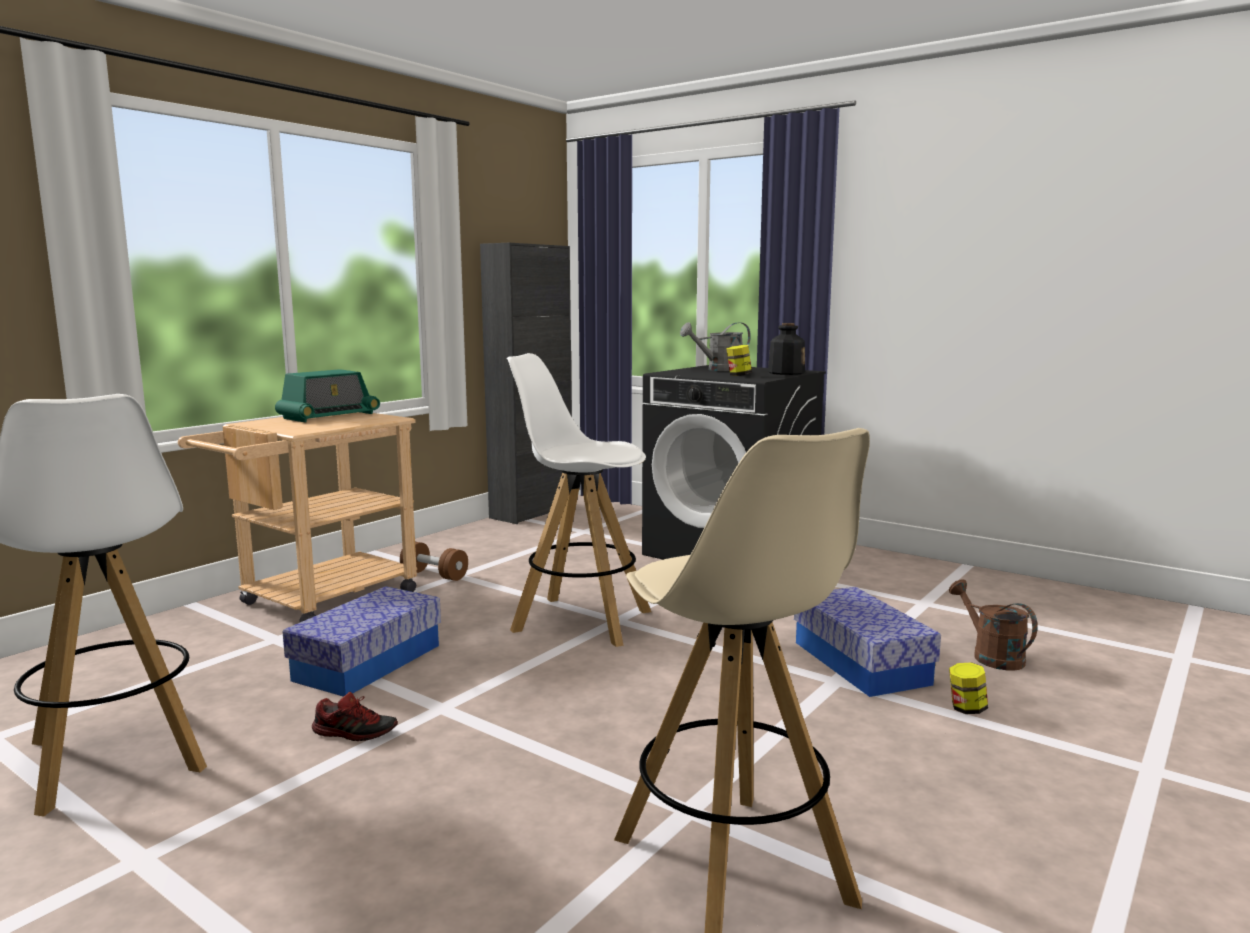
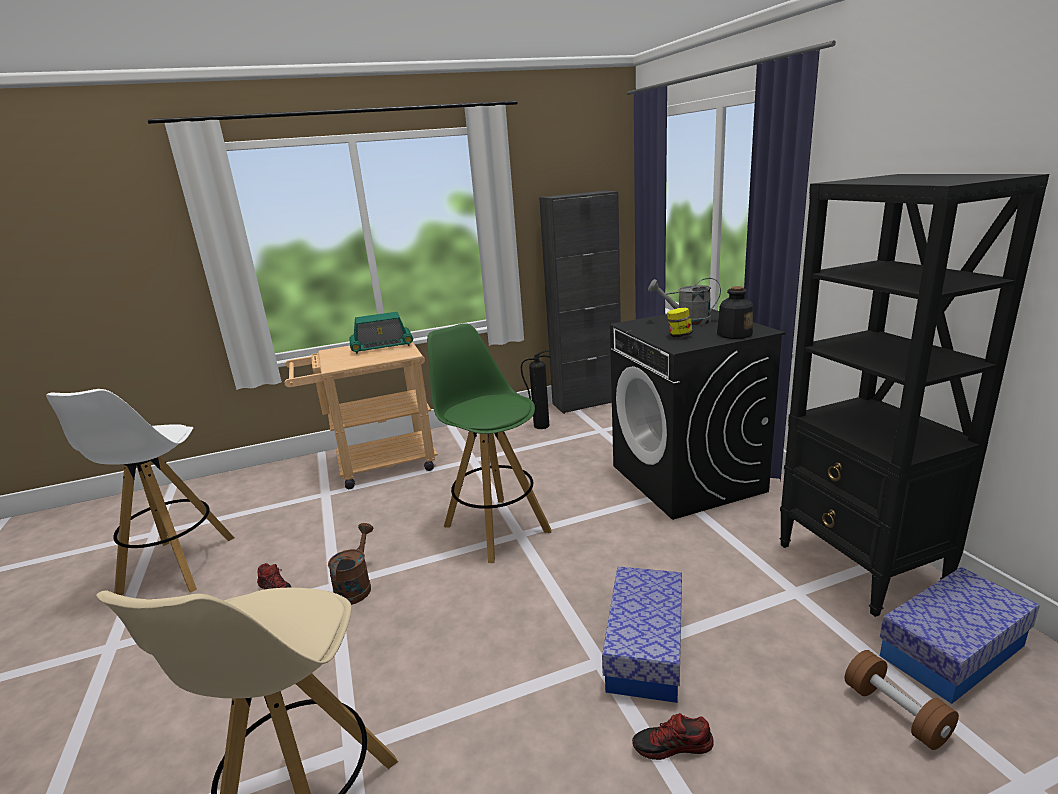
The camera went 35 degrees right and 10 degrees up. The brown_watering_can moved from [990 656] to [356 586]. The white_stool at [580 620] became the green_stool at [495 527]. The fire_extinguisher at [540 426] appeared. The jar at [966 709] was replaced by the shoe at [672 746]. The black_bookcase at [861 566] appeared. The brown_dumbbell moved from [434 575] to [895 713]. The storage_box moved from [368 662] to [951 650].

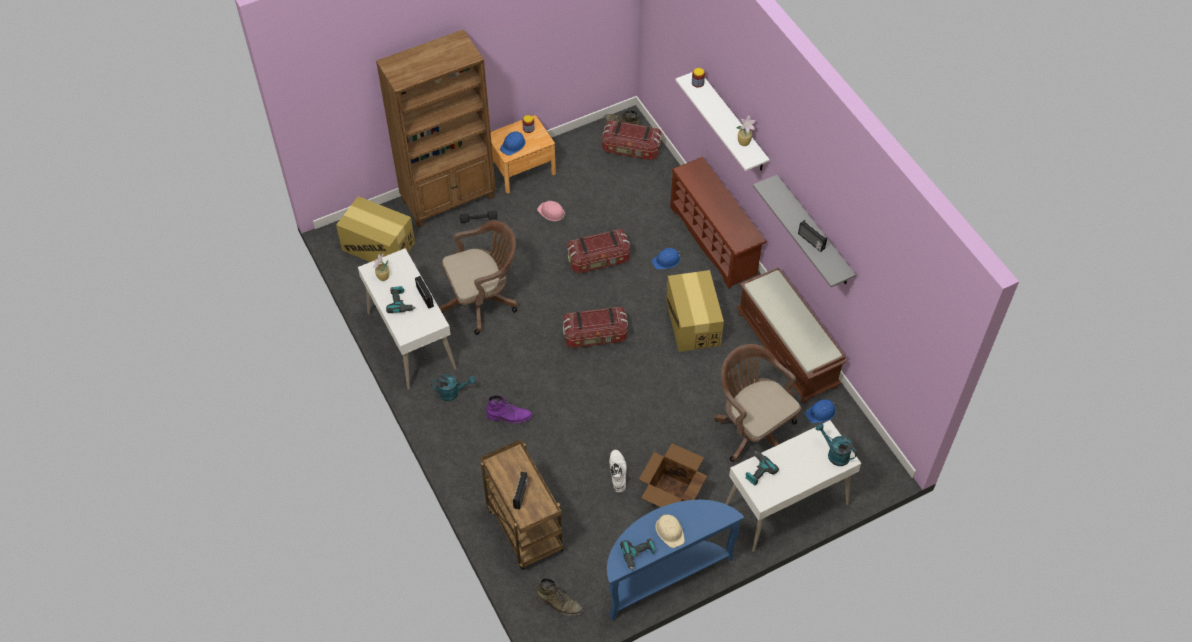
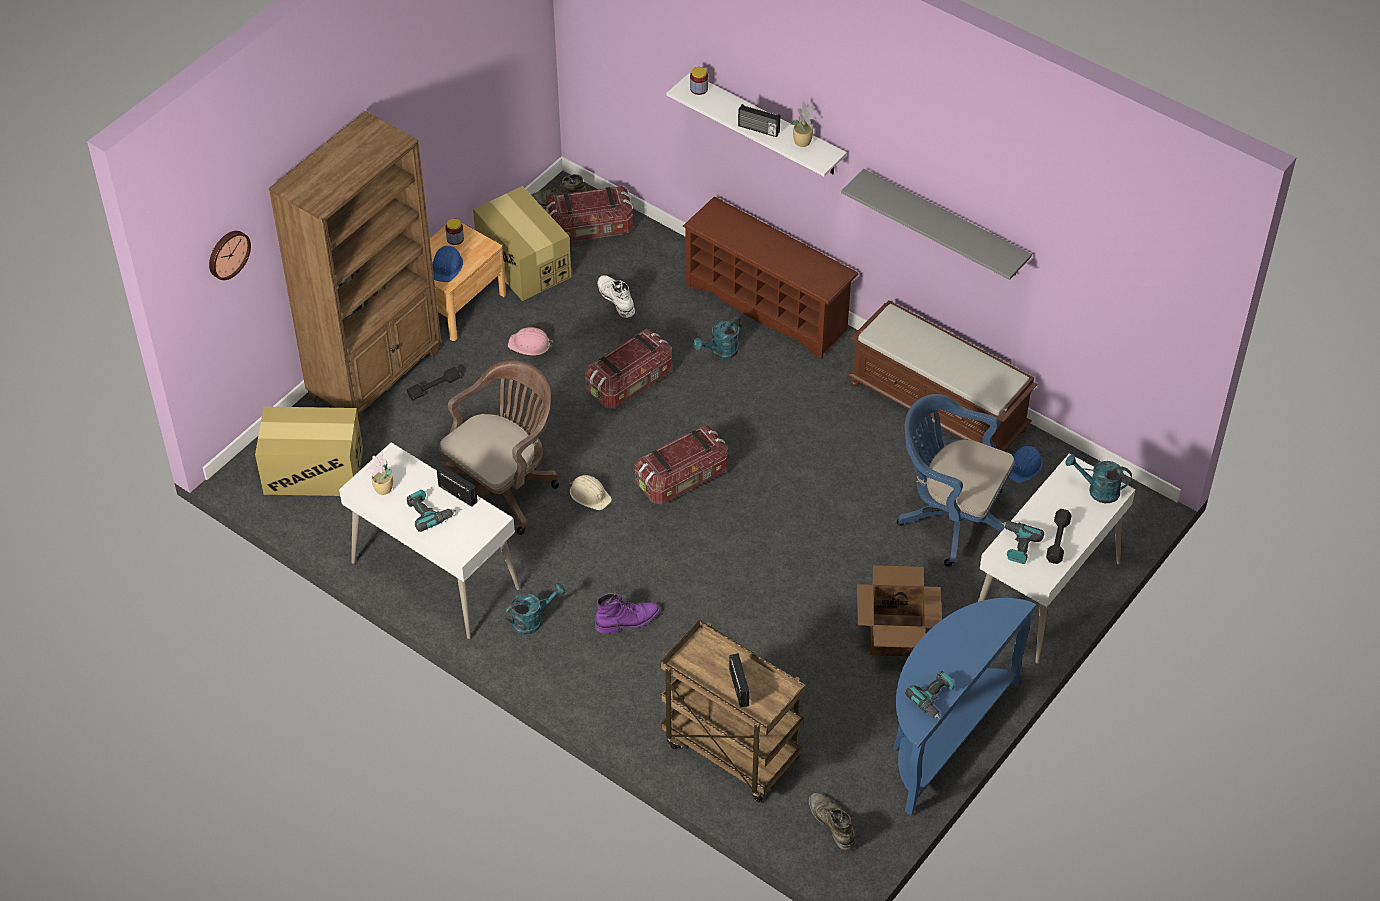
The camera went 25 degrees left and 5 degrees down. The wall_clock at [227 254] appeared. The cardboard_box moved from [693 322] to [523 263]. The beige_hard_hat moved from [670 531] to [589 495]. The white_boot moved from [617 472] to [616 299]. The blue_hard_hat at [666 260] was replaced by the turquoise_watering_can at [720 352]. The radio moved from [811 241] to [758 129]. The green_boot at [559 603] turned 120 degrees counterclockwise. The brown_office_chair at [752 429] became the blue_office_chair at [951 518]. The black_dumbbell at [1058 540] appeared.

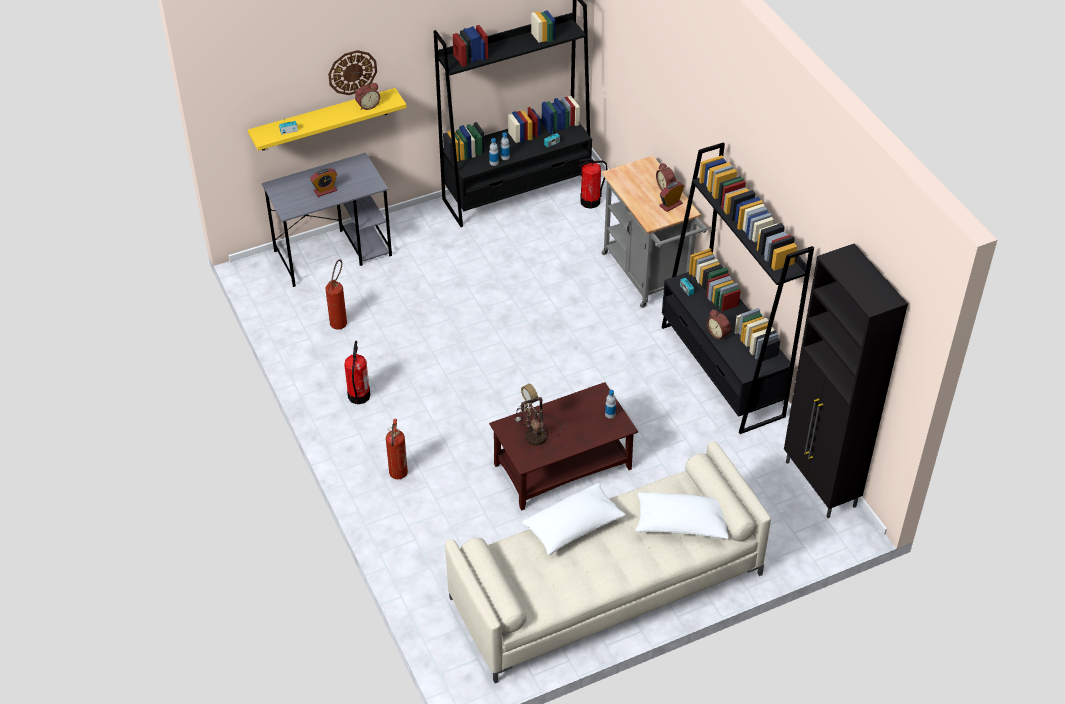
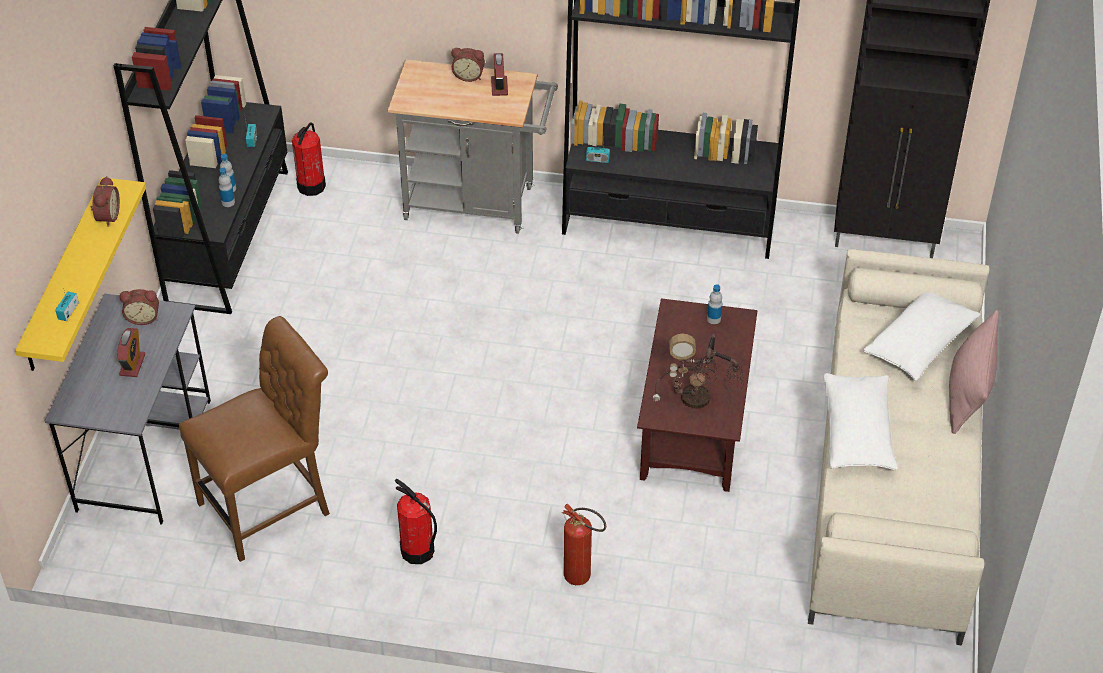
The camera went 55 degrees left and 0 degrees up. The alarm_clock moved from [719 333] to [143 317]. The fire_extinguisher at [340 320] was replaced by the brown_chair at [271 506]. The pink_pillow at [968 391] appeared. The wall_clock at [352 72] disappeared.

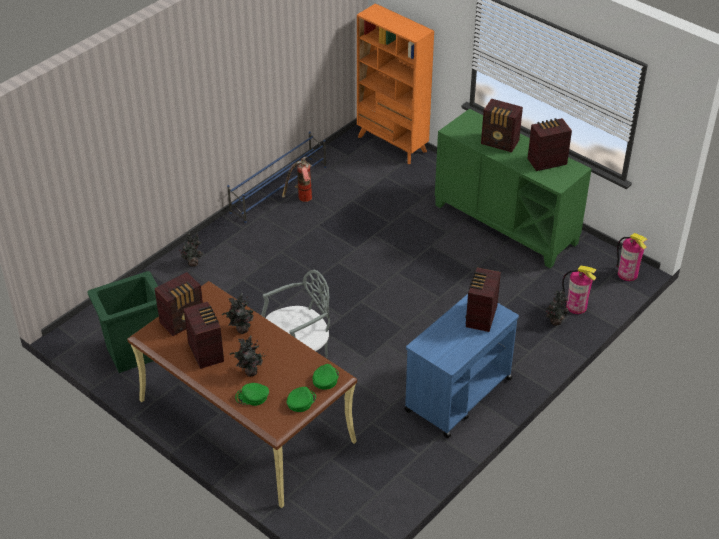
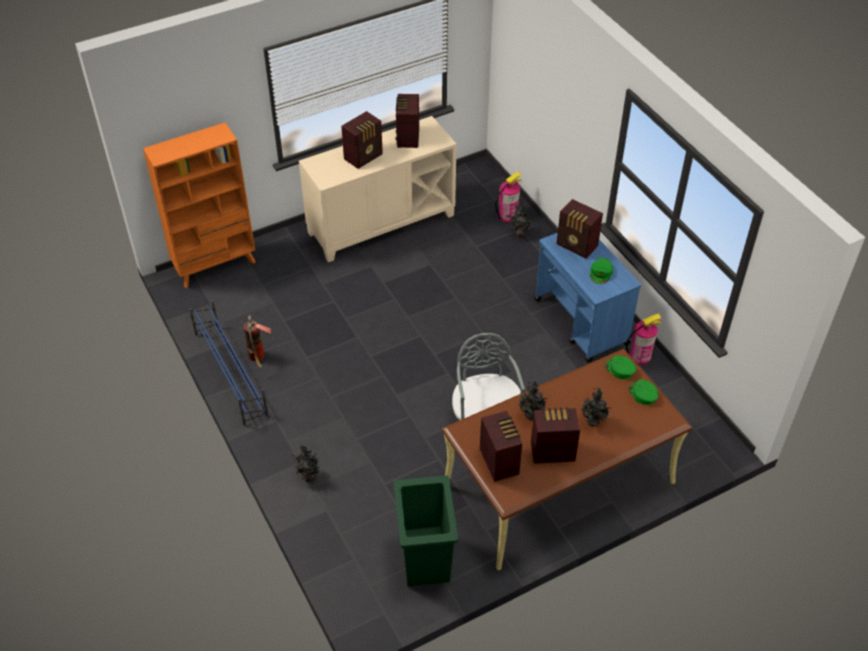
The camera went 70 degrees left and 5 degrees up. The green_cabinet at [506 224] became the beige_cabinet at [381 223]. The green_cap moved from [252 396] to [601 273]. The fire_extinguisher moved from [627 274] to [640 356].

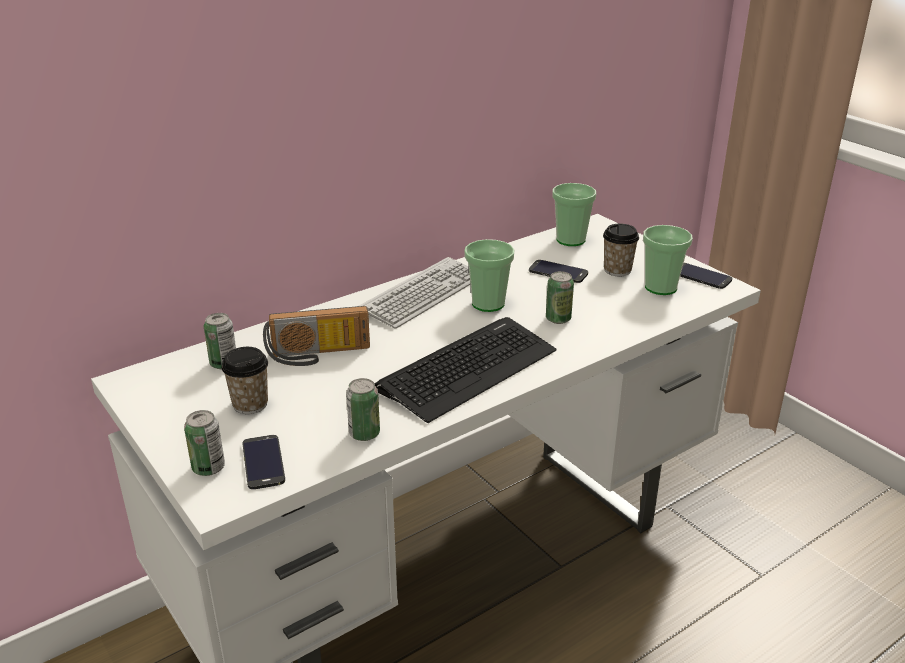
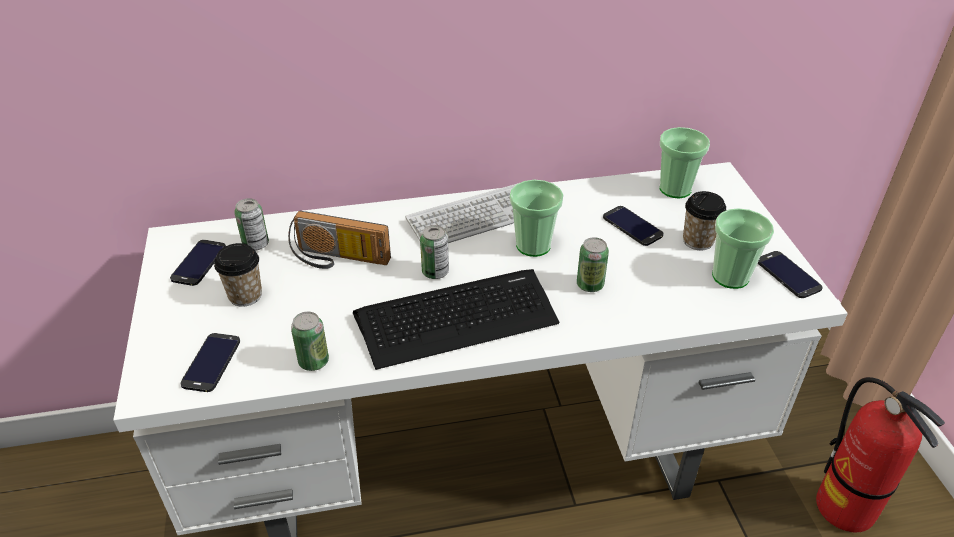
The camera went 25 degrees right and 10 degrees up. The phone at [198 263] appeared. The can moved from [208 468] to [435 272]. The fire_extinguisher at [845 508] appeared.

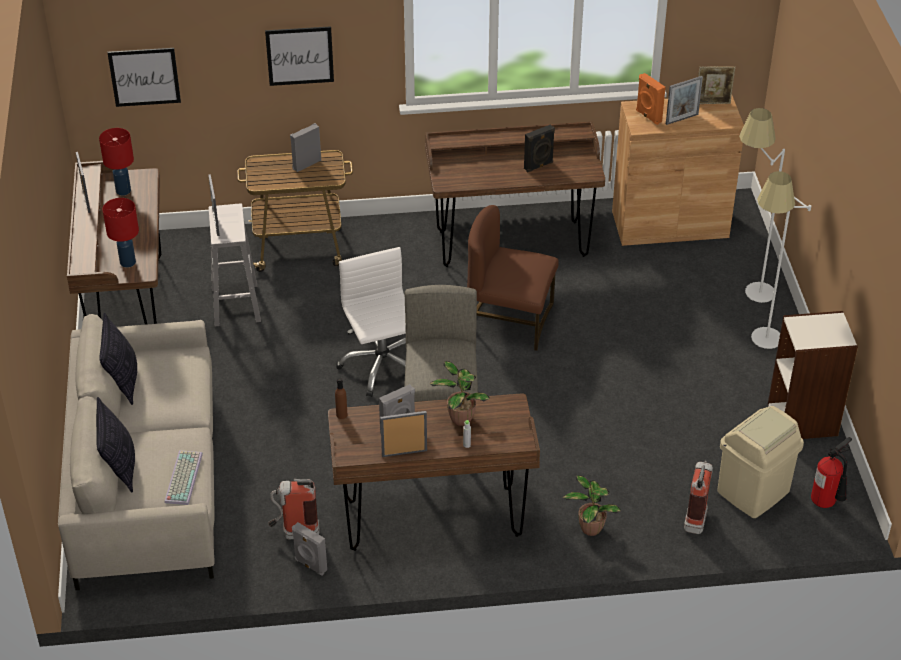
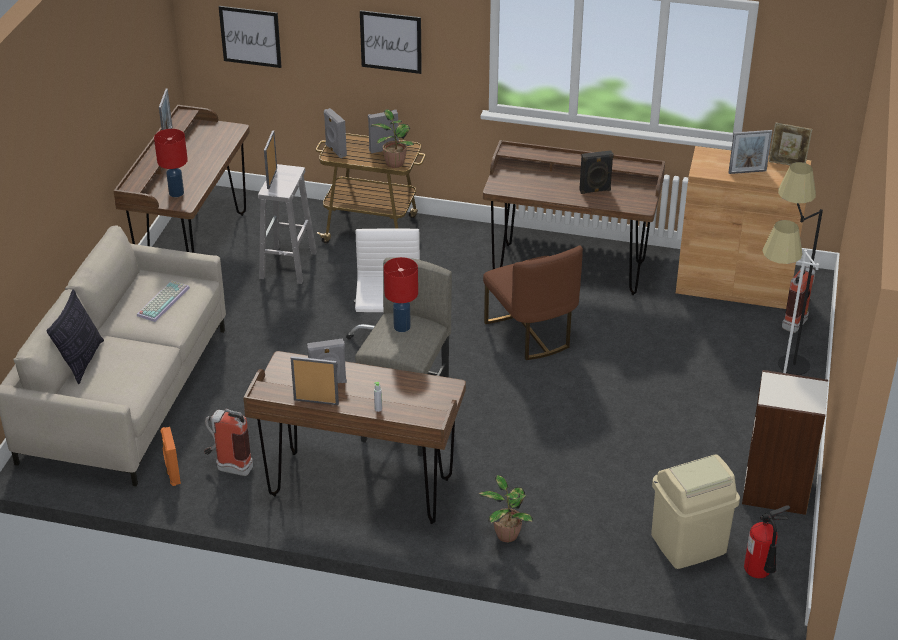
The camera went 20 degrees right and 5 degrees down. The keyboard moved from [182 477] to [163 301]. The orange_speaker moved from [648 116] to [172 474]. The grey_speaker moved from [310 565] to [335 151]. The potted_plant moved from [460 417] to [394 163]. The red_table_lamp moved from [124 191] to [402 327]. The brown_chair at [510 320] turned 150 degrees counterclockwise. The white_floor_lamp at [746 289] became the black_floor_lamp at [780 359]. The fire_extinguisher moved from [696 516] to [797 321]. The pillow at [123 381] disappeared. The brown_bottle at [341 415] disappeared.

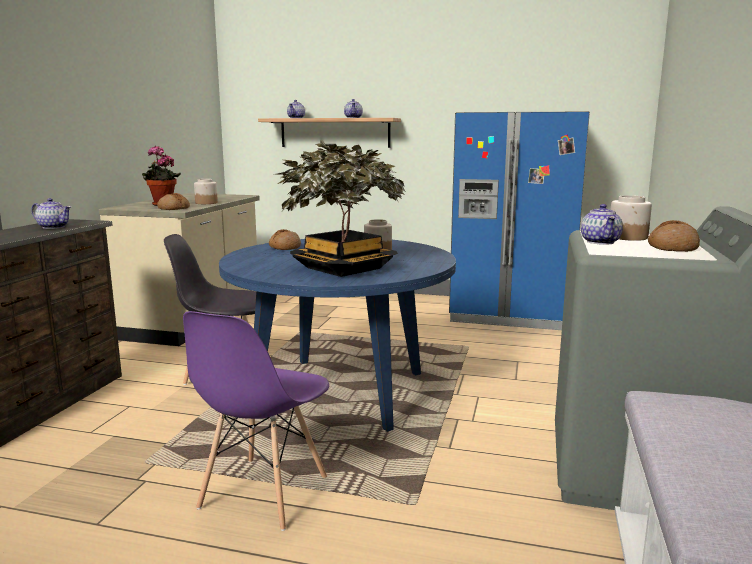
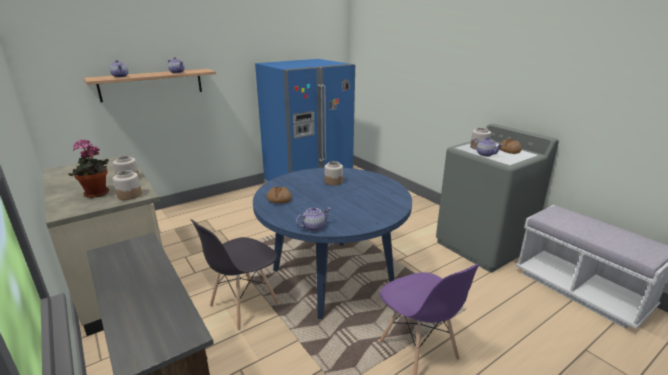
The camera went 50 degrees left and 10 degrees up. The bread at [174 208] was replaced by the jar at [129 195]. The teapot moved from [54 227] to [314 227]. The potted_plant at [344 268] disappeared.

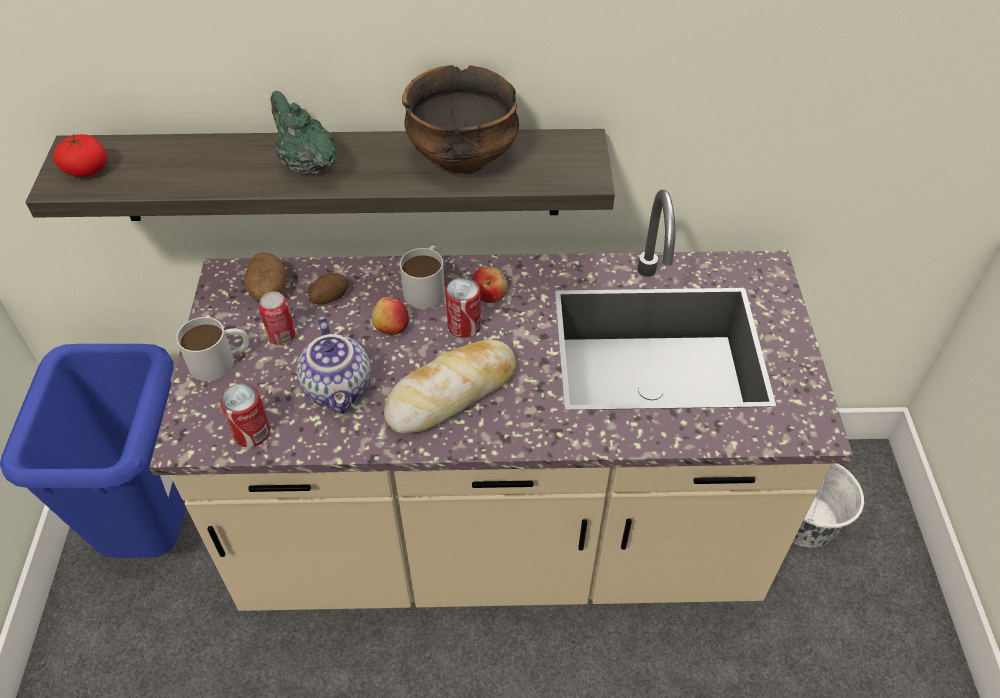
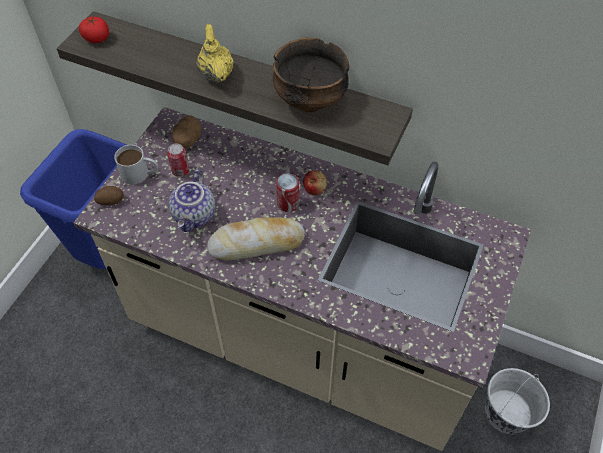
The camera went 25 degrees right and 5 degrees up. The potato moved from [329 296] to [110 200]. The green_teapot at [306 164] became the yellow_teapot at [216 73]. The can at [251 433] disappeared. The apple at [391 327] disappeared. The white_mug at [427 286] disappeared.

